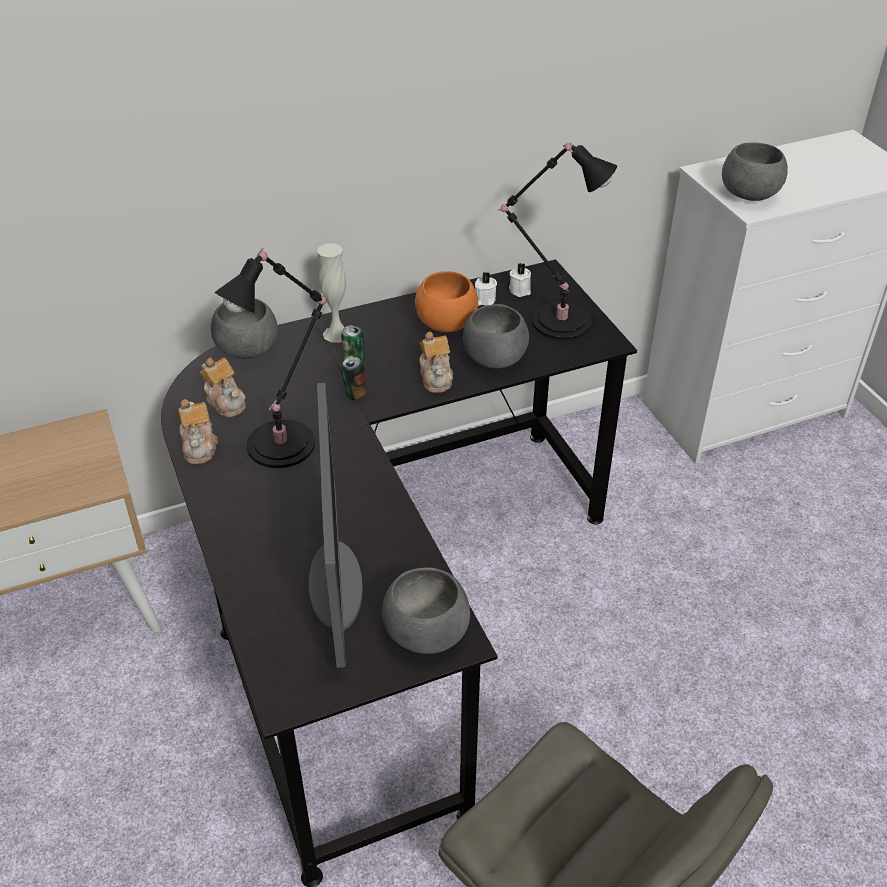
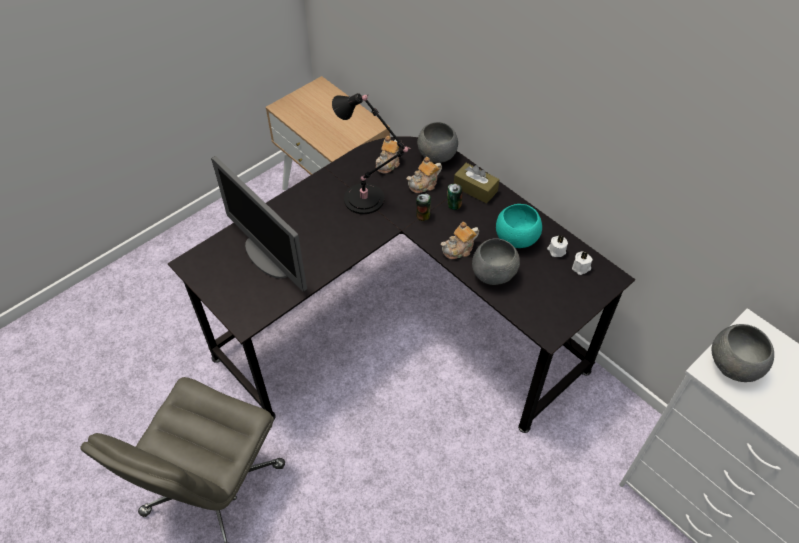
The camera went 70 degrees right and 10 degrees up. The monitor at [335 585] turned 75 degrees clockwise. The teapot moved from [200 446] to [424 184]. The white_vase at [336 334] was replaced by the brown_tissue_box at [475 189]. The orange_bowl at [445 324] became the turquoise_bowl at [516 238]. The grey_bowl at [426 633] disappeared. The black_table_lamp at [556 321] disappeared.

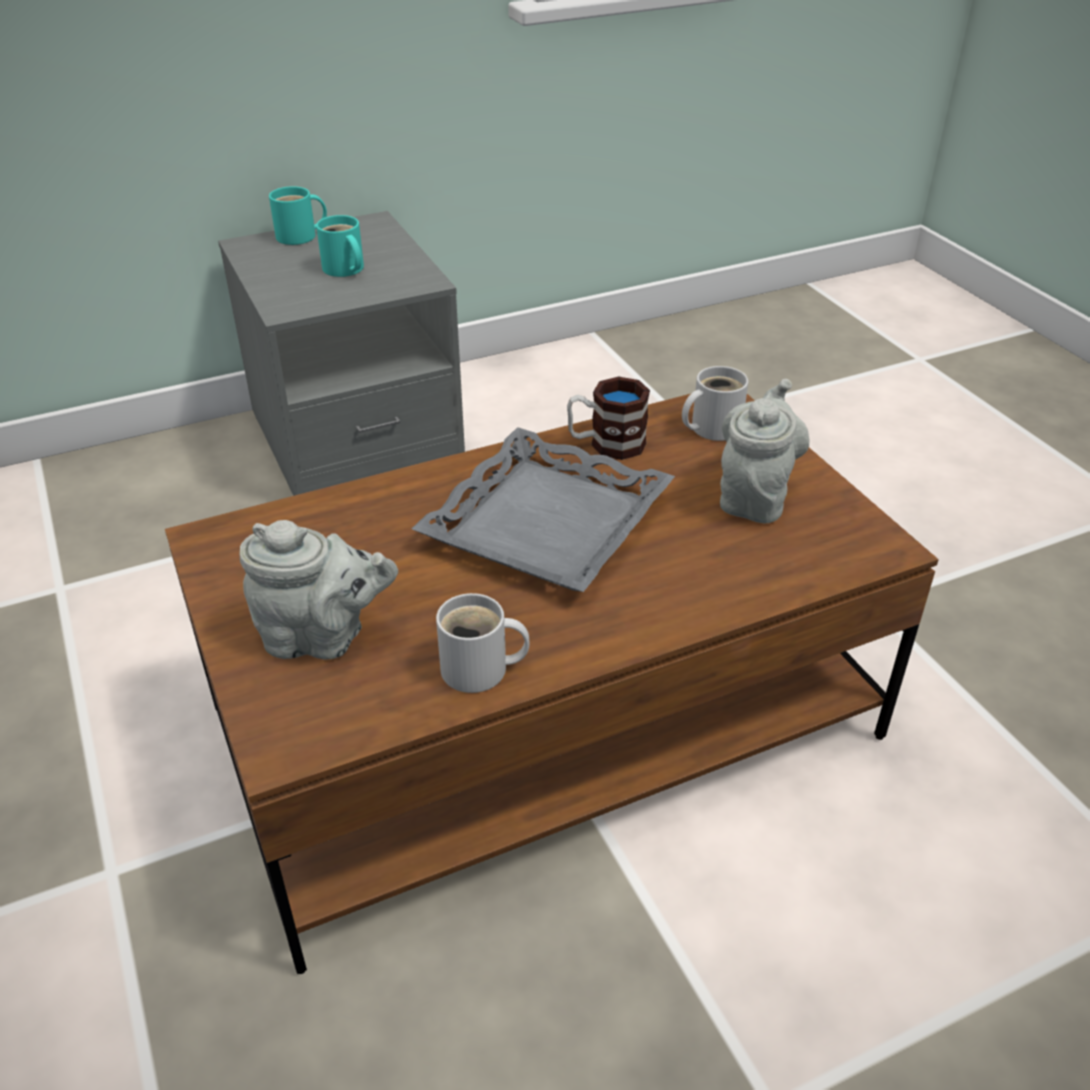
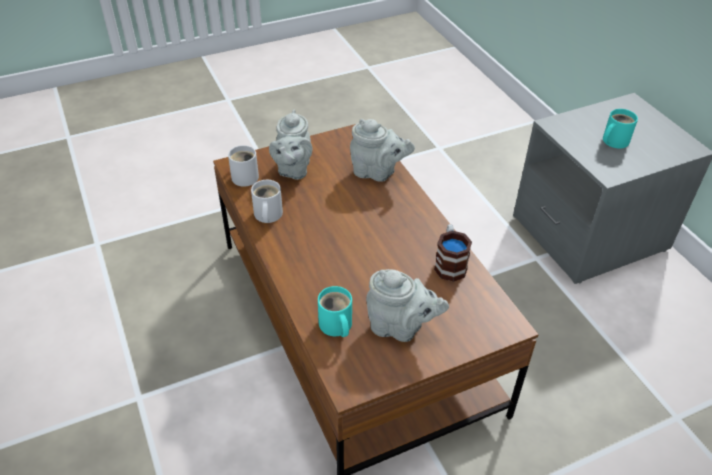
The camera went 90 degrees right and 5 degrees up. The white_mug moved from [711 427] to [245 176]. The turquoise_mug moved from [300 236] to [335 326]. The grey_teapot at [377 173] appeared. The grey_tray at [545 522] disappeared.

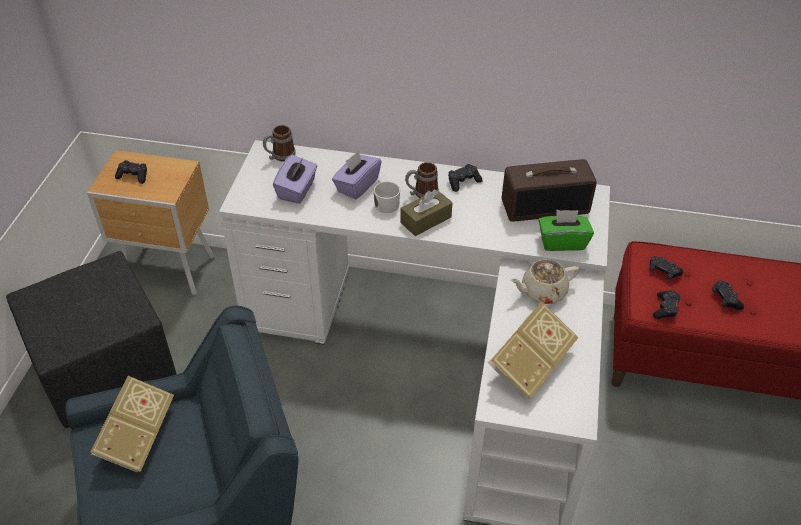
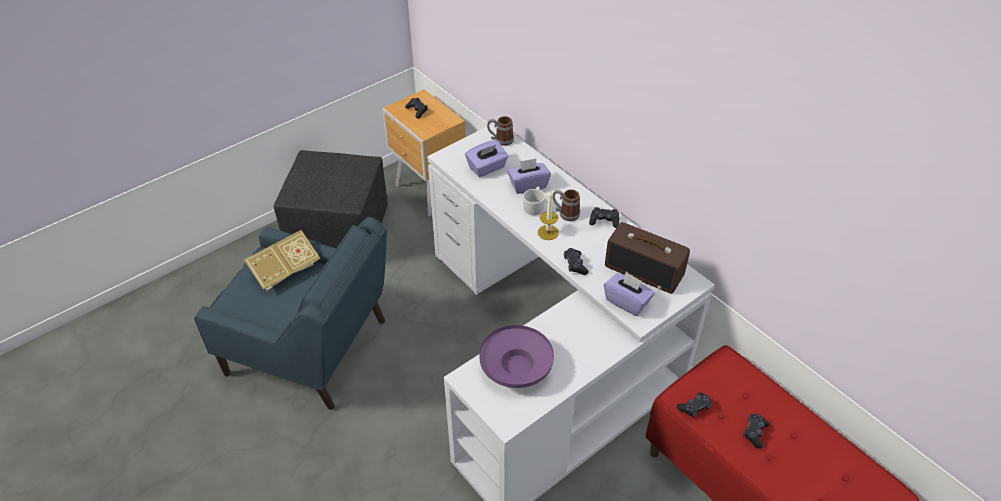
The camera went 40 degrees right and 0 degrees up. The book at [529 364] was replaced by the purple_bowl at [516 368]. The brown_tissue_box at [426 220] was replaced by the candle at [548 232]. The black_game_controller moved from [663 271] to [575 265]. The green_tissue_box at [562 242] became the purple_tissue_box at [627 302]. The beige_teapot at [542 291] disappeared.

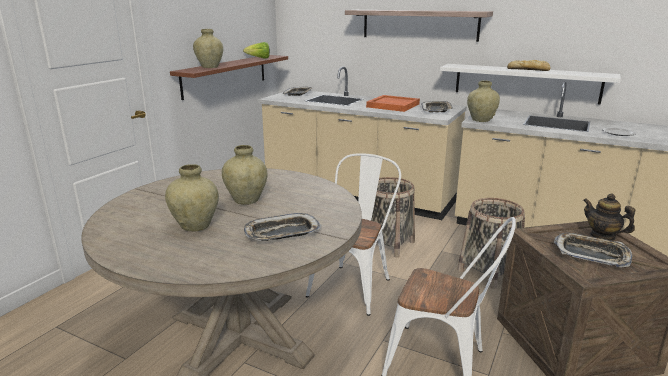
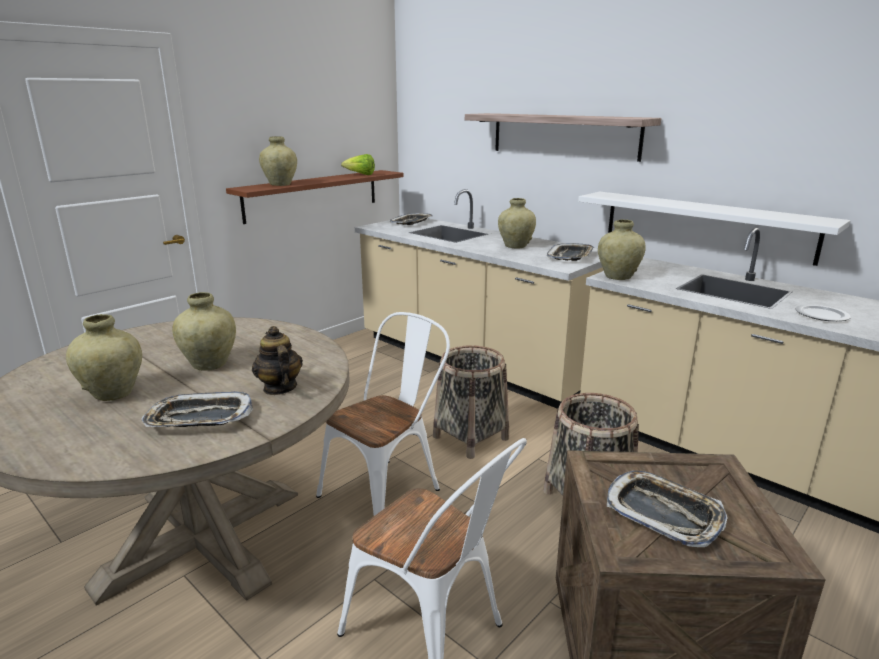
The camera went 15 degrees right and 0 degrees up. The teapot moved from [602 236] to [279 388]. The orange_tray at [392 105] was replaced by the beige_vase at [515 246]. The bread at [529 69] disappeared.

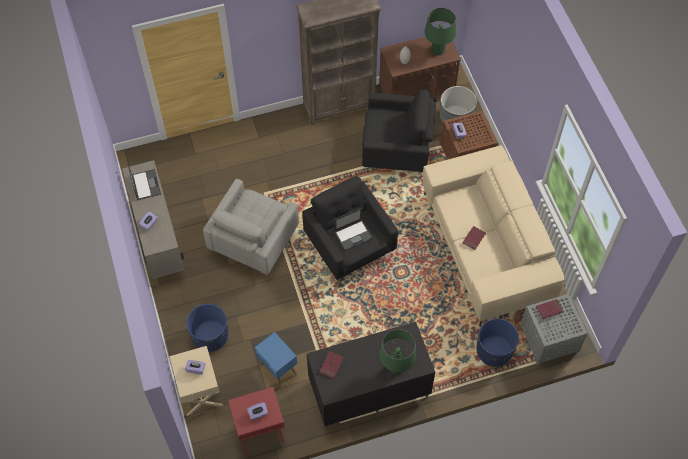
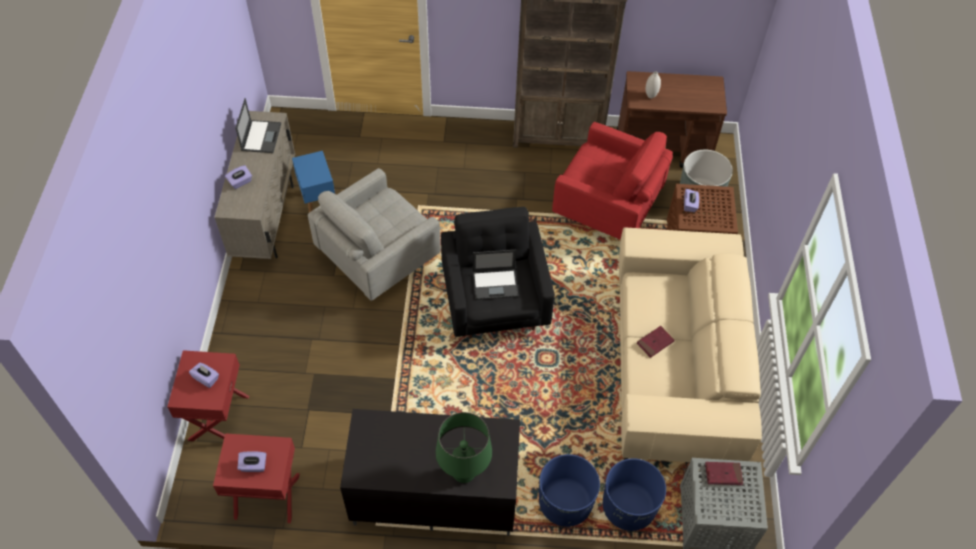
The camera went 20 degrees right and 5 degrees down. The beige_nightstand at [199 393] became the red_nightstand at [218 417]. The blue_side_table moved from [277 369] to [319 205]. The blue_planter moved from [210 336] to [565 503]. The black_armchair at [397 149] became the red_armchair at [607 208]. The red_book at [331 365] disappeared. The green_table_lamp at [438 50] disappeared.

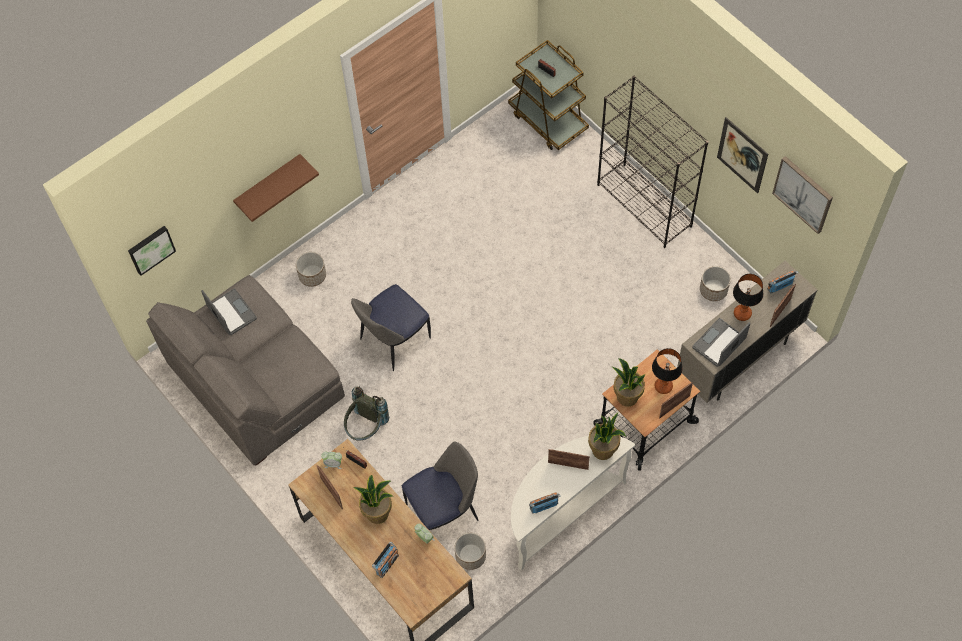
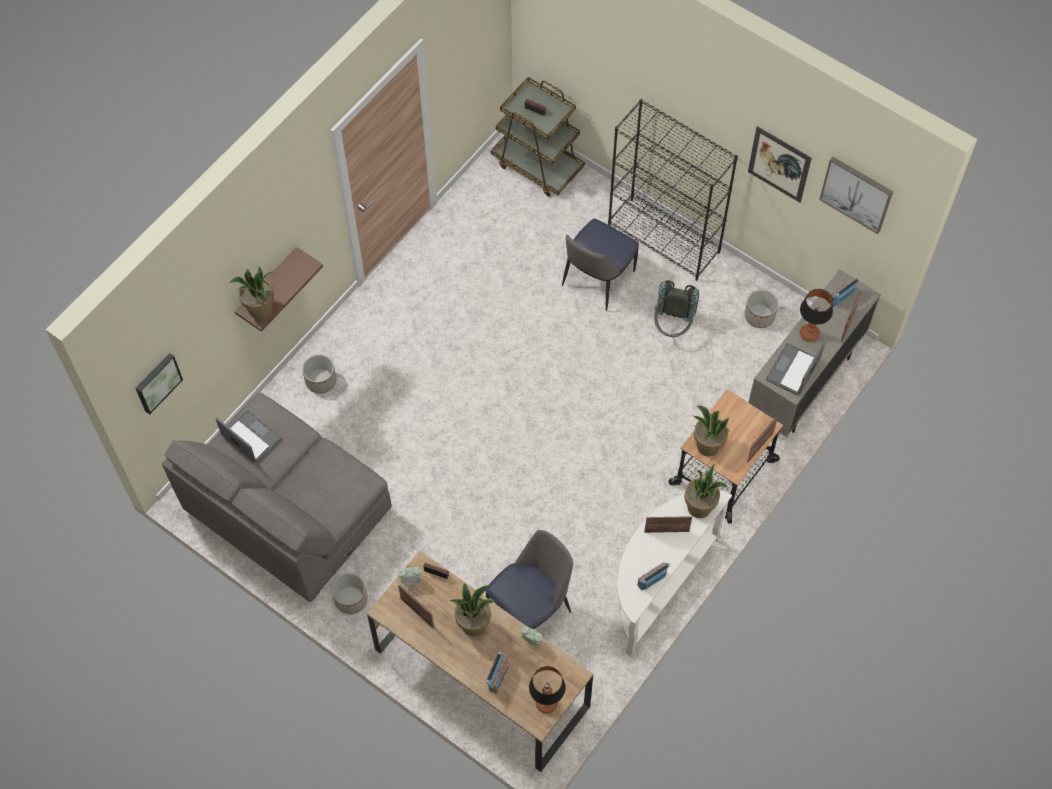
The camera went 15 degrees left and 0 degrees up. The potted_plant at [260 309] appeared. The planter moved from [470 556] to [350 599]. The table_lamp moved from [663 387] to [546 704]. The chair moved from [393 340] to [597 280]. The grey_backpack moved from [366 428] to [672 327].

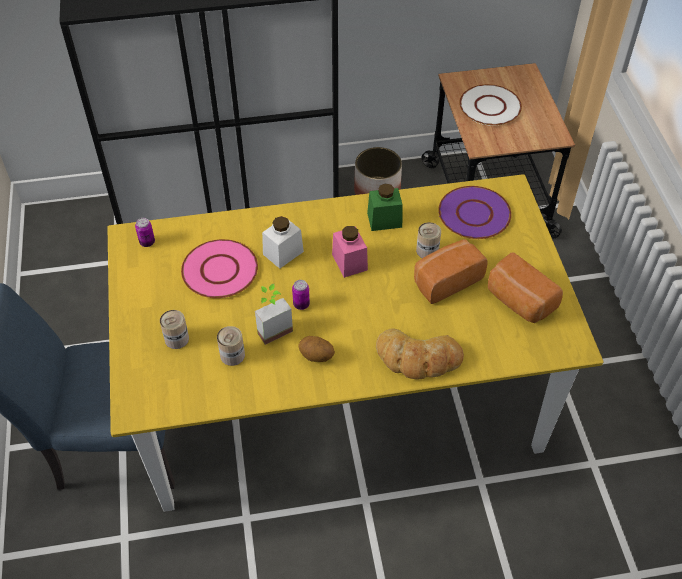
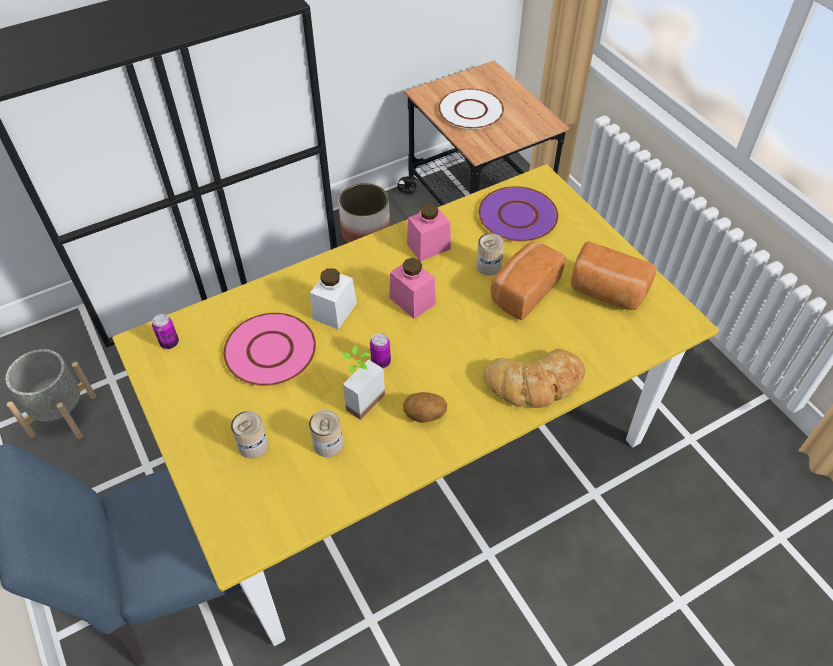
The camera went 20 degrees left and 0 degrees up. The grey_planter at [63 416] appeared. The green_jar at [384 220] became the pink_jar at [428 246].

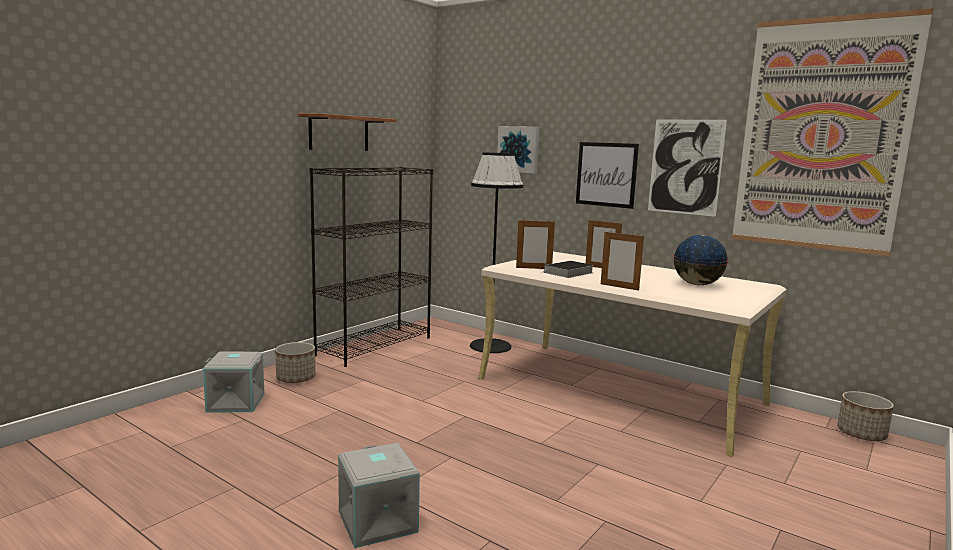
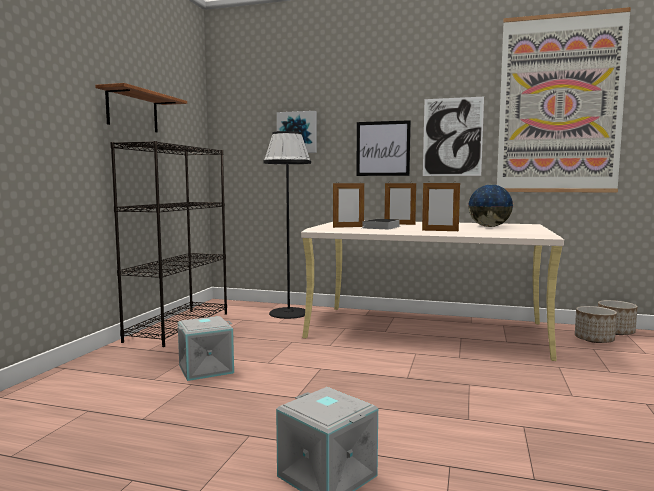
The camera went 20 degrees left and 5 degrees down. The grey_storage_box moved from [236 402] to [206 368]. The planter moved from [296 378] to [593 339].

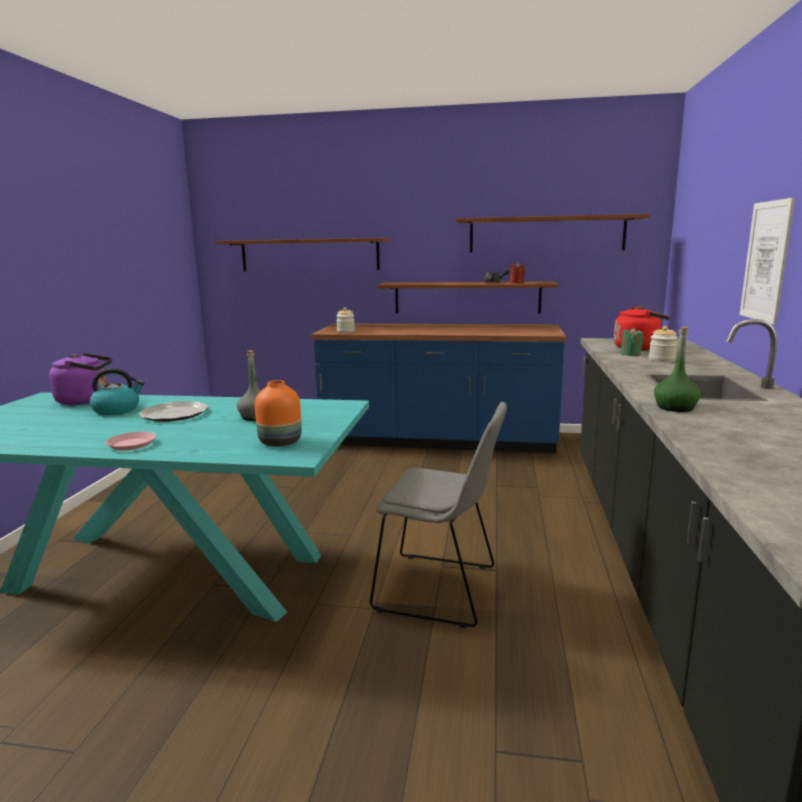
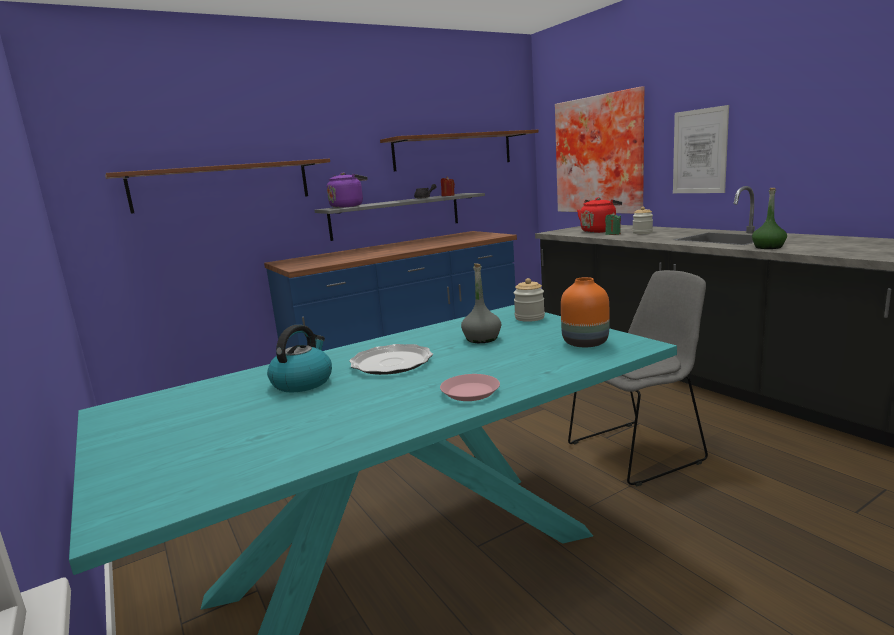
The camera went 40 degrees left and 0 degrees up. The brown_shelf at [467 297] became the grey_shelf at [396 216]. The purple_kettle moved from [86 400] to [348 206]. The jar moved from [346 332] to [529 318]. The picture at [600 155] appeared.

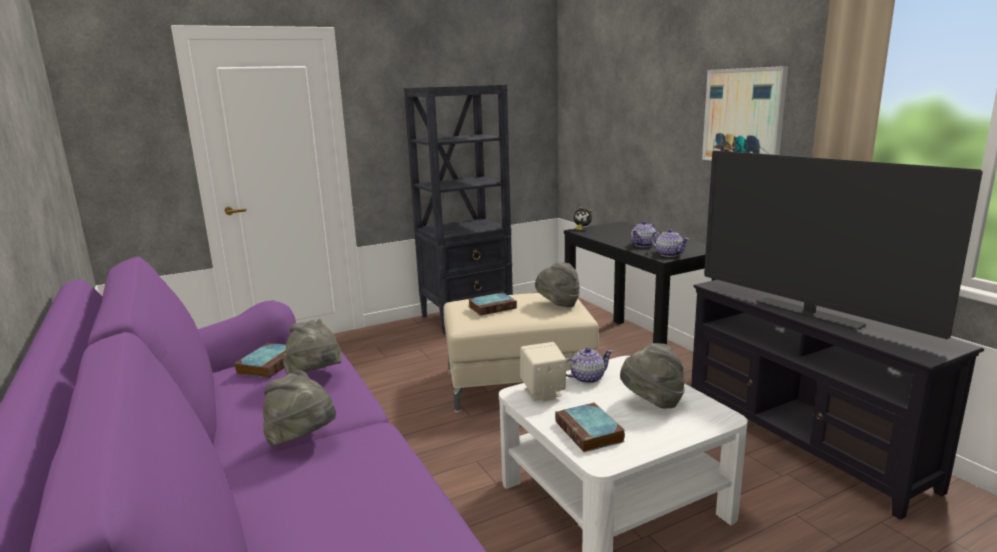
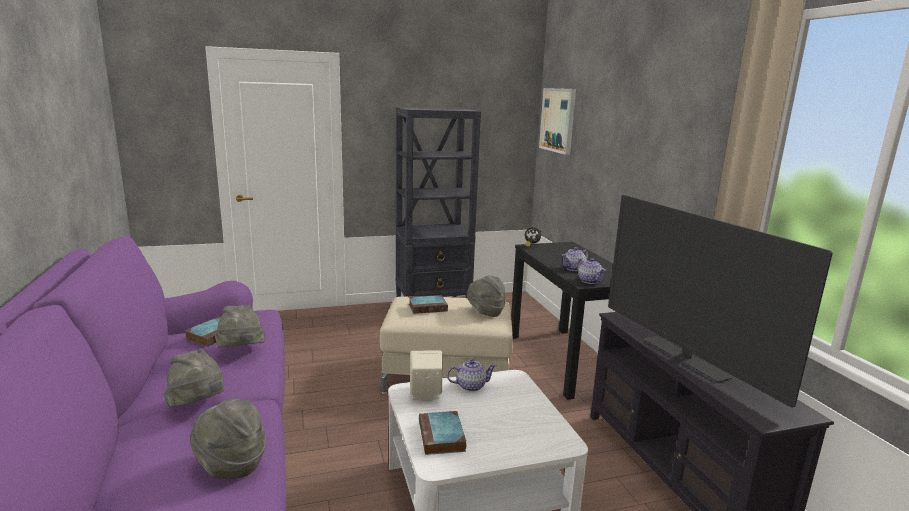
The camera went 10 degrees right and 0 degrees up. The grey_hat moved from [652 402] to [231 465]. The picture moved from [744 116] to [558 120].

